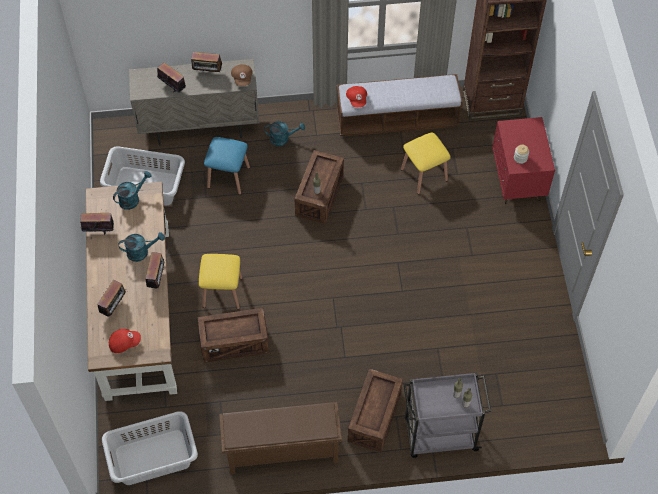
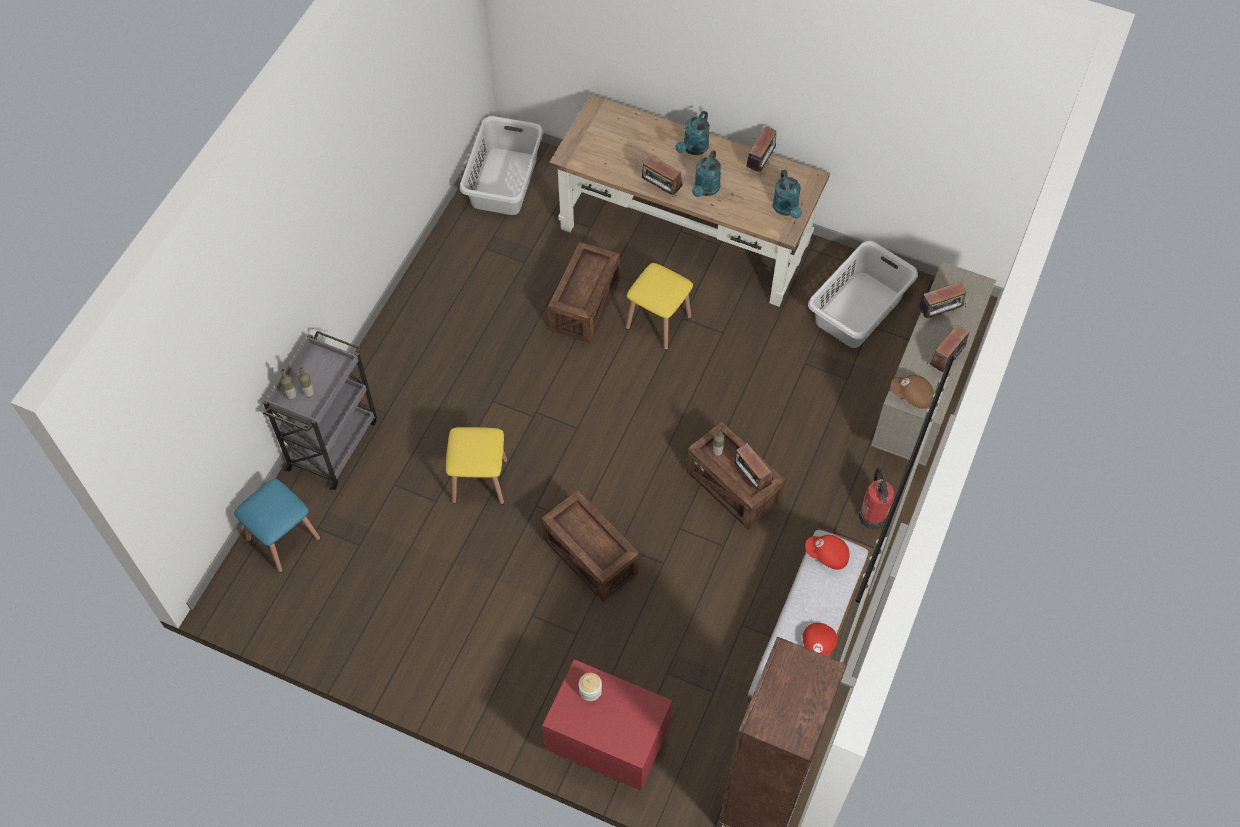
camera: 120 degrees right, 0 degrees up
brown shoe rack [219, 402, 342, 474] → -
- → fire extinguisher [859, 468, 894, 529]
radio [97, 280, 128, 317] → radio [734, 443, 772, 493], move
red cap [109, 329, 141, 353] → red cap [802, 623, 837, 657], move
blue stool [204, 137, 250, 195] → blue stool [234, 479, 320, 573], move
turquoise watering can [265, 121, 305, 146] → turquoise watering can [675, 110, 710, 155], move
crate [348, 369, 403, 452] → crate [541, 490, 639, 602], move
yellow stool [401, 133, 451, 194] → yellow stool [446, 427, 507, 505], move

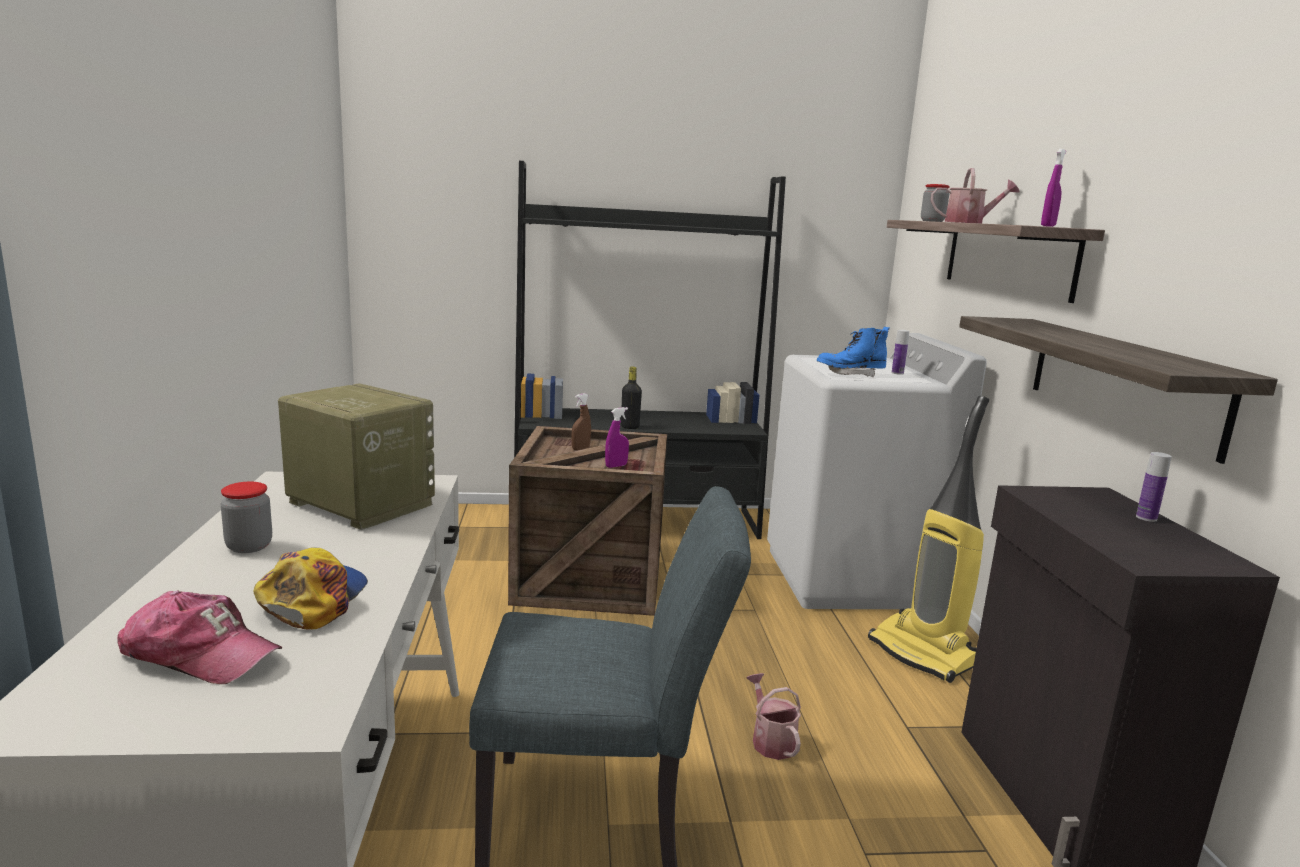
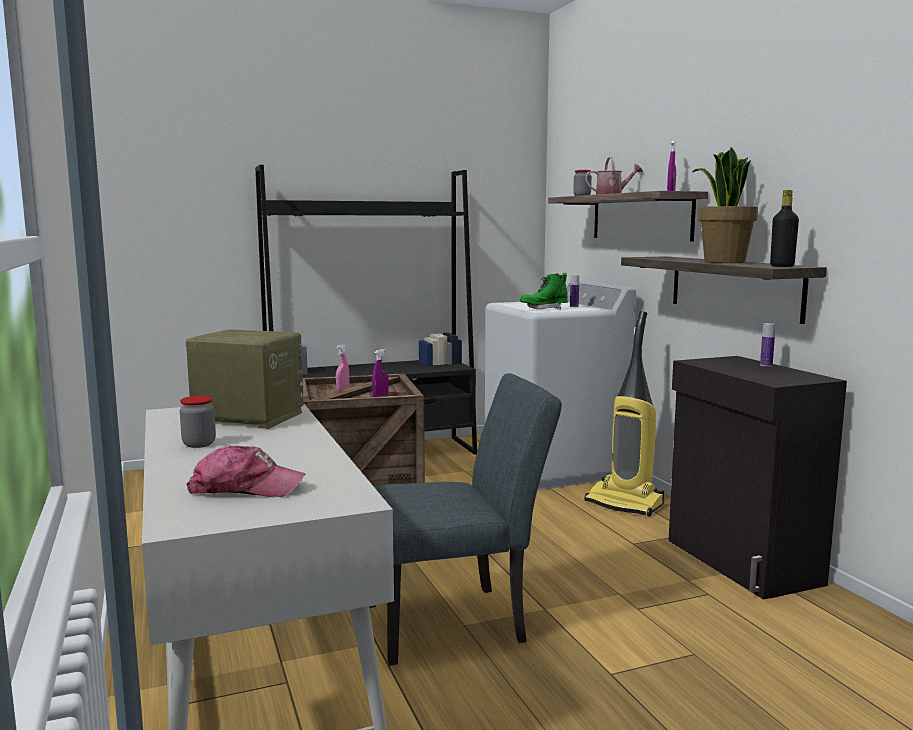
camera: 15 degrees left, 5 degrees down
cap [254, 547, 368, 630] → -
watering can [746, 673, 801, 760] → -
- → potted plant [692, 147, 758, 263]
black bottle [621, 366, 642, 429] → black bottle [770, 190, 799, 267], move
brown spray bottle [572, 393, 591, 450] → pink spray bottle [336, 344, 349, 391]
blue boot [817, 327, 890, 378] → green boot [520, 273, 568, 310]

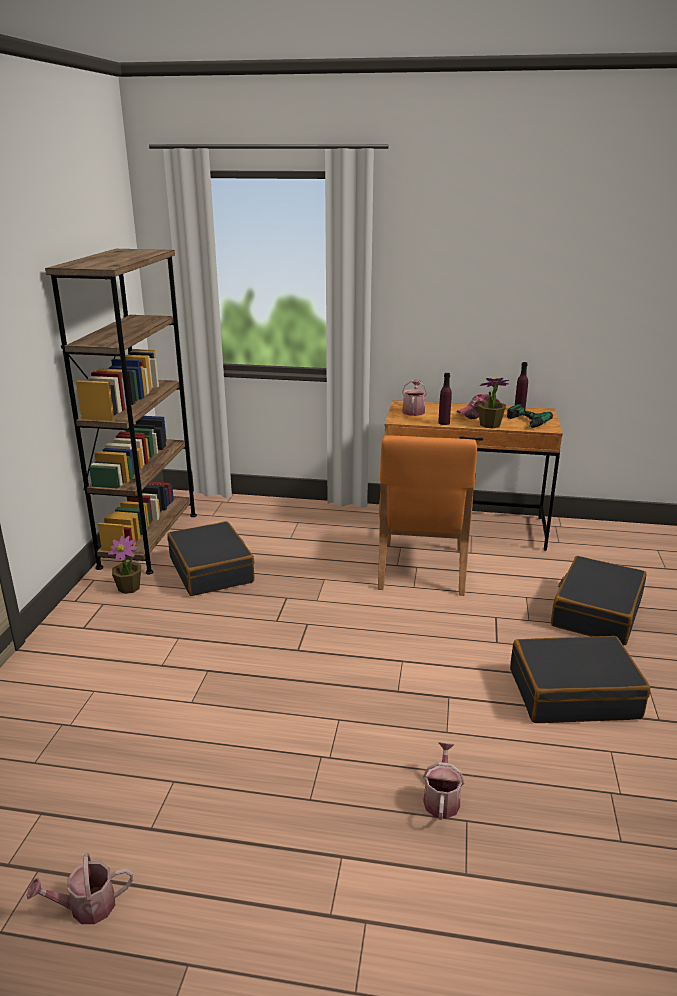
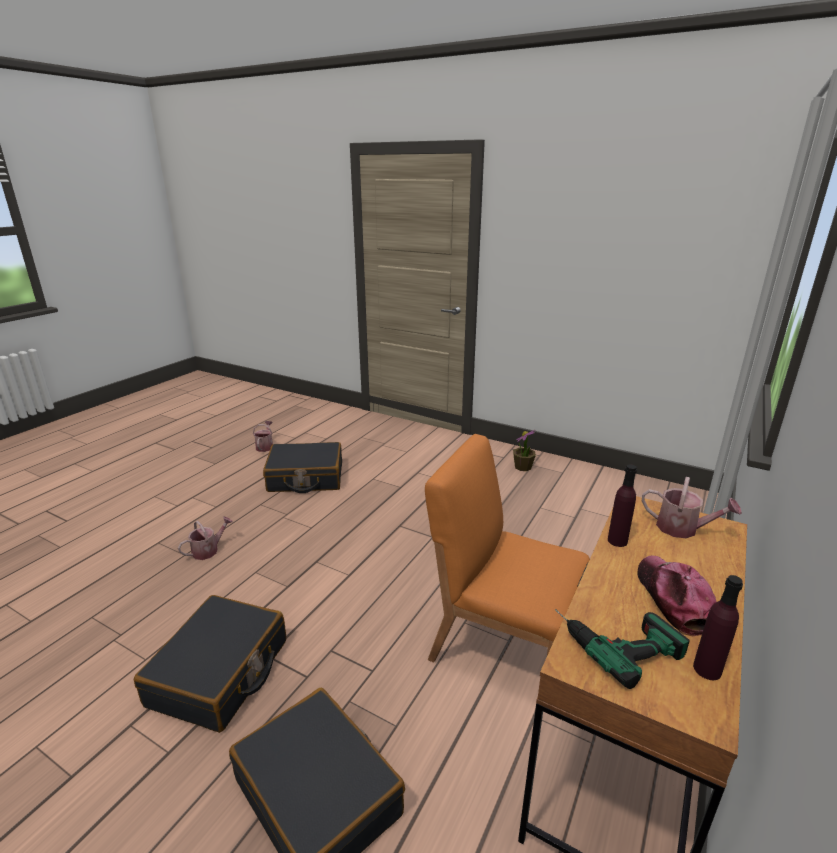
camera: 110 degrees right, 0 degrees up
brown bookcase [45, 249, 197, 575] → -
potted plant [478, 378, 509, 428] → -
black suitcase [167, 521, 255, 596] → black suitcase [263, 442, 342, 493], move
watering can [423, 742, 464, 820] → watering can [178, 517, 233, 560], 75 degrees counterclockwise

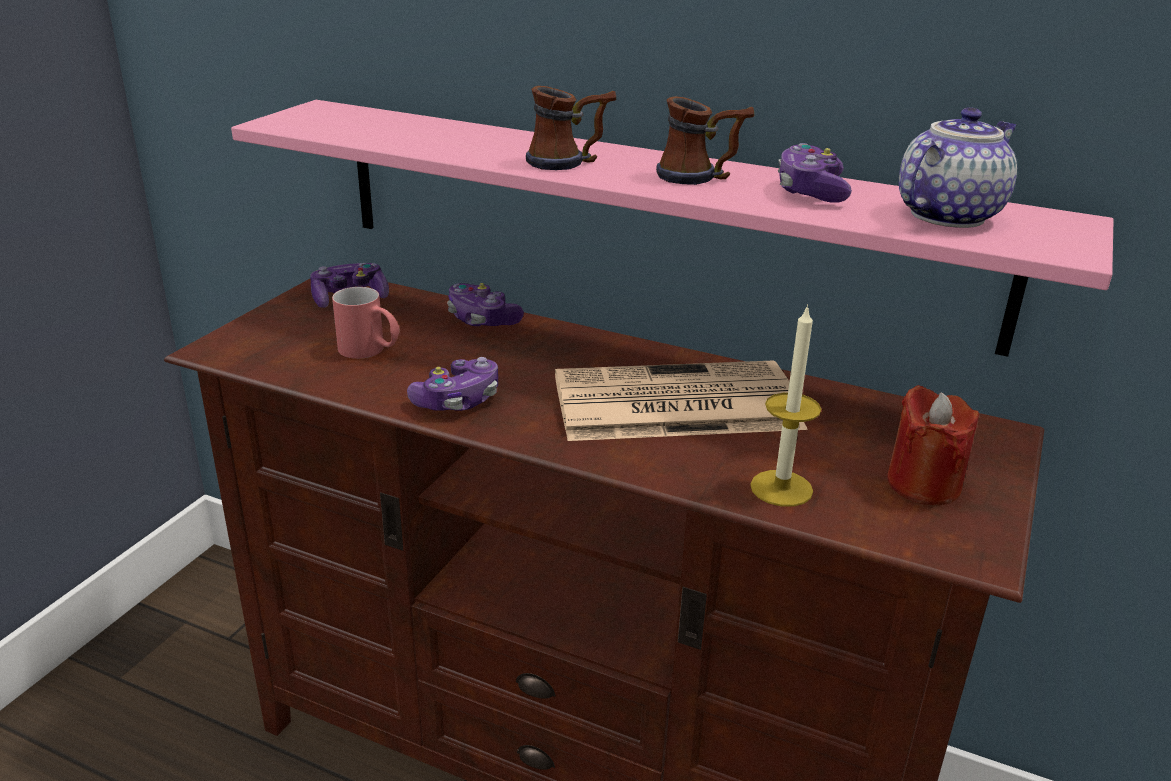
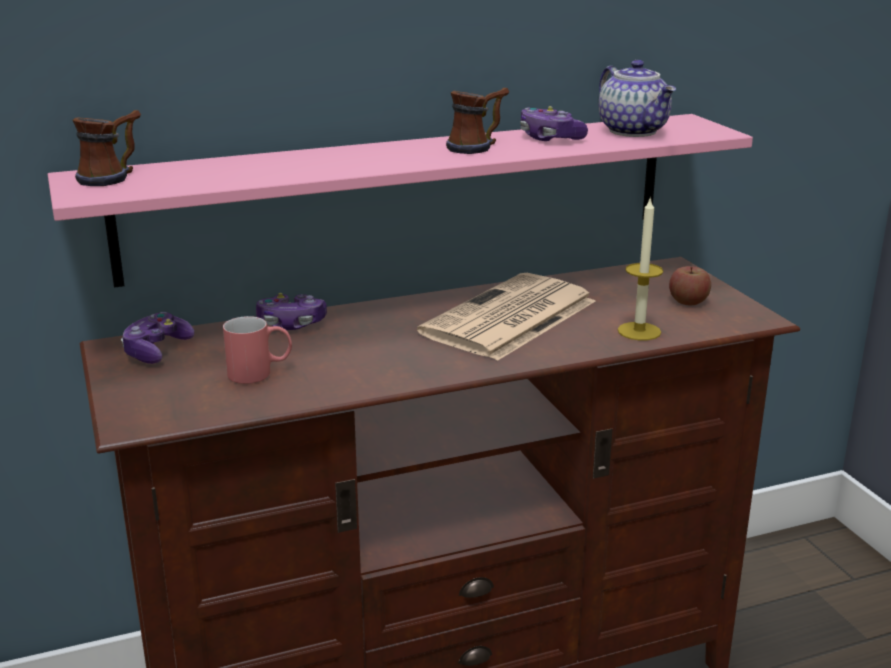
camera: 45 degrees left, 5 degrees down
game controller [407, 357, 498, 411] → -
mug [526, 86, 616, 170] → mug [72, 110, 141, 186], move
red candle [887, 385, 979, 505] → apple [669, 266, 711, 305]
teapot [899, 107, 1017, 228] → teapot [599, 60, 676, 137], 150 degrees clockwise

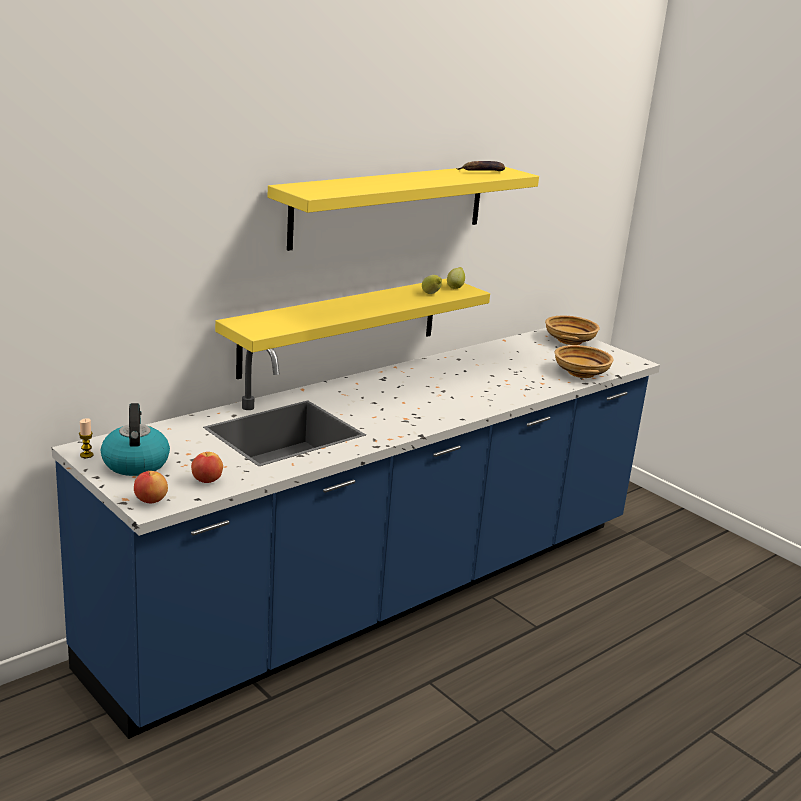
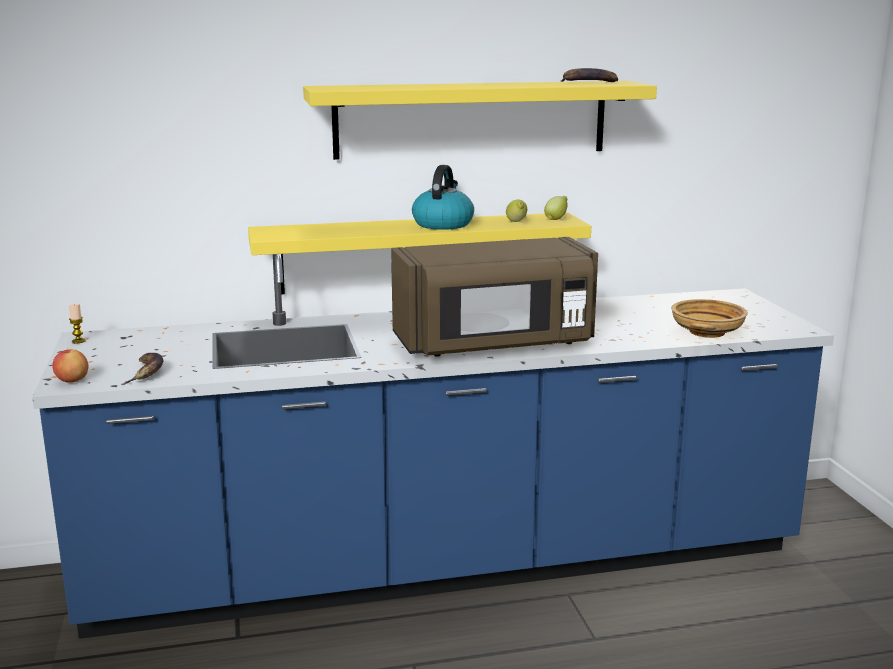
camera: 30 degrees right, 5 degrees down
beige bowl [545, 316, 600, 345] → -
- → brown microwave [391, 237, 598, 357]
kettle [101, 403, 170, 476] → kettle [412, 165, 474, 230], move
apple [191, 452, 223, 483] → banana [122, 353, 163, 385]

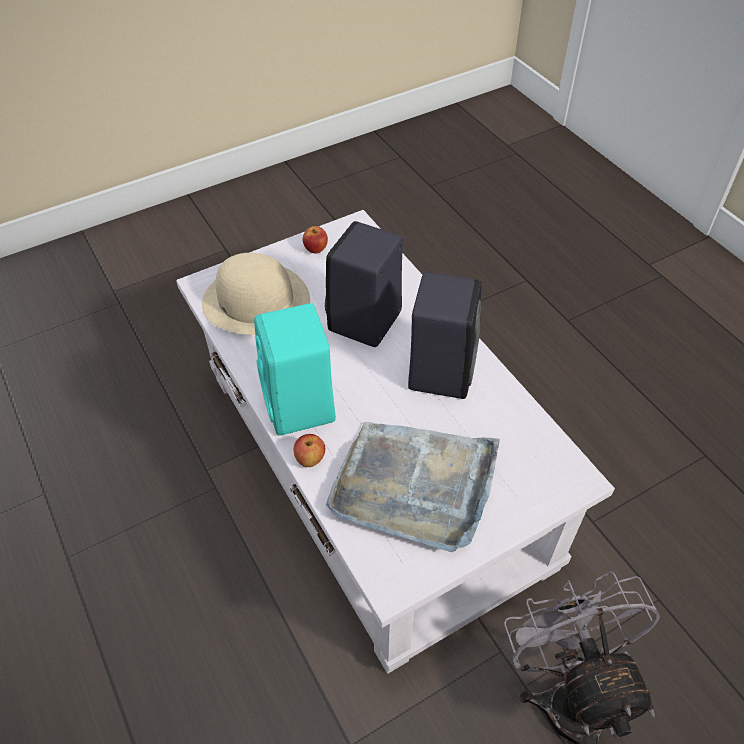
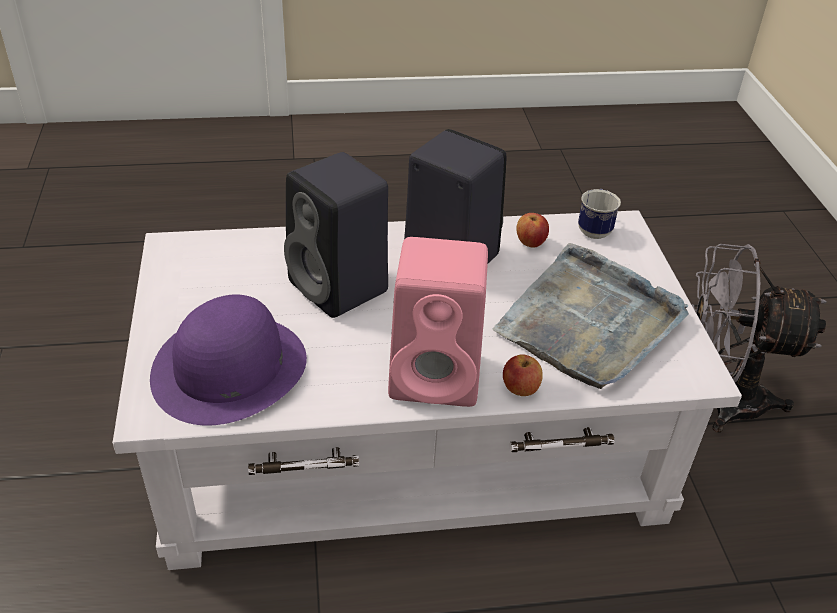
camera: 70 degrees left, 10 degrees down
- → mug [578, 189, 621, 239]
apple [303, 226, 328, 253] → apple [516, 213, 549, 248], move
beige hat [202, 253, 310, 335] → purple hat [150, 294, 307, 426]
turquoise speaker [254, 303, 336, 436] → pink speaker [388, 237, 488, 407]

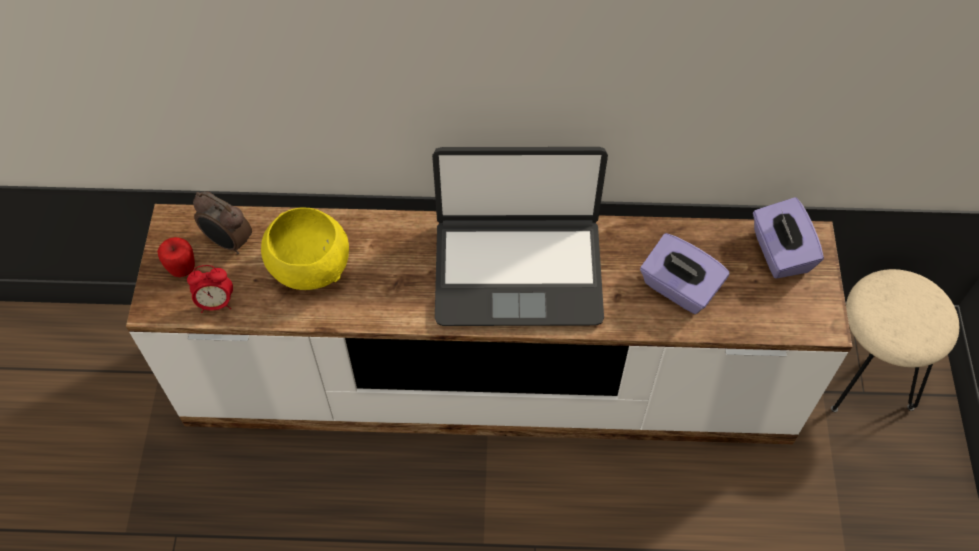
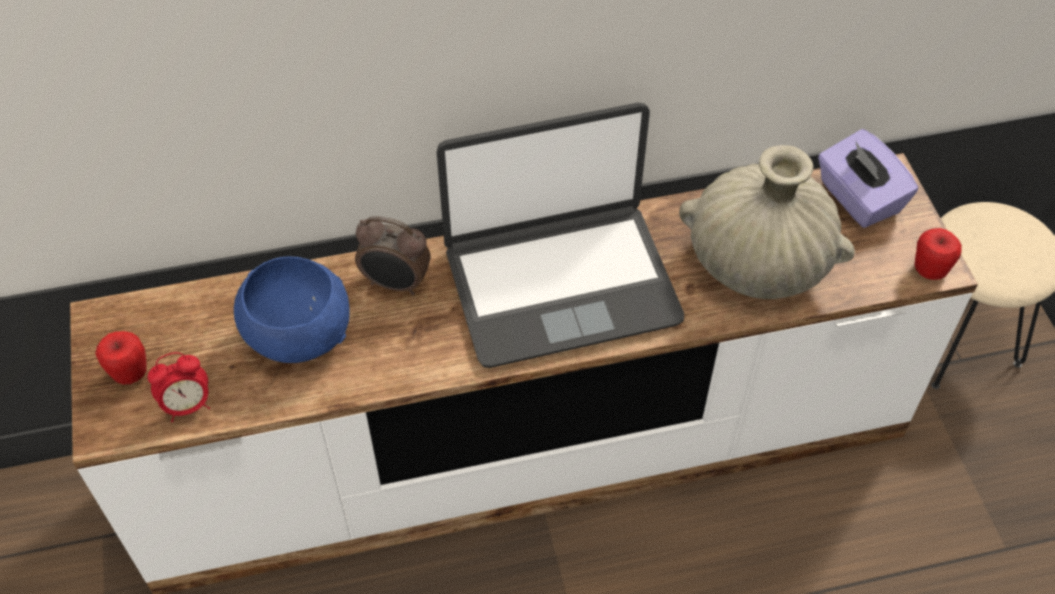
camera: 15 degrees left, 5 degrees down
- → apple [915, 228, 962, 280]
alarm clock [193, 191, 252, 254] → alarm clock [355, 216, 431, 295], move
purple tissue box [640, 233, 729, 314] → beige vase [679, 145, 855, 299]
yellow bowl [261, 207, 349, 290] → blue bowl [234, 256, 349, 363]

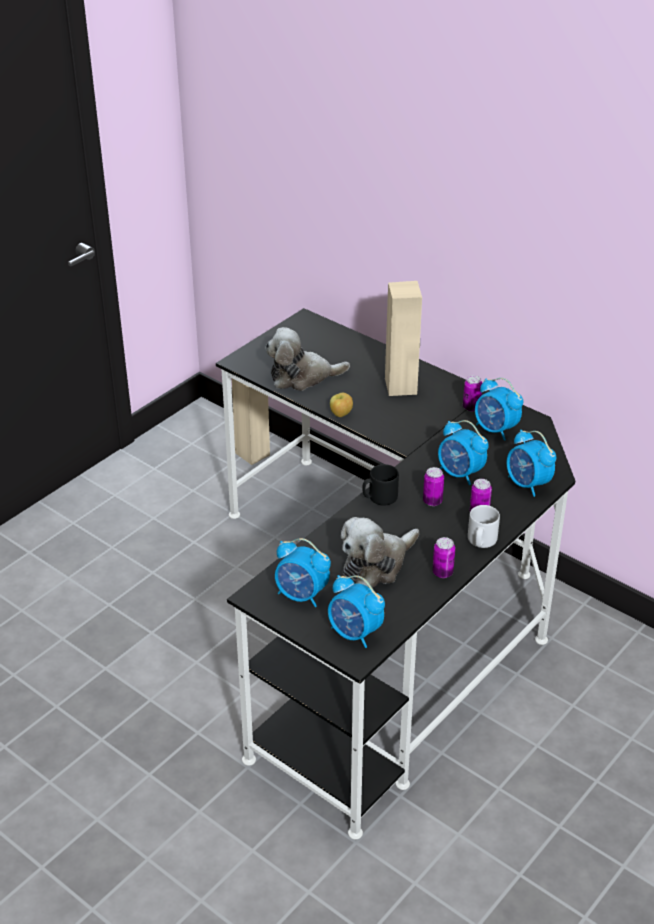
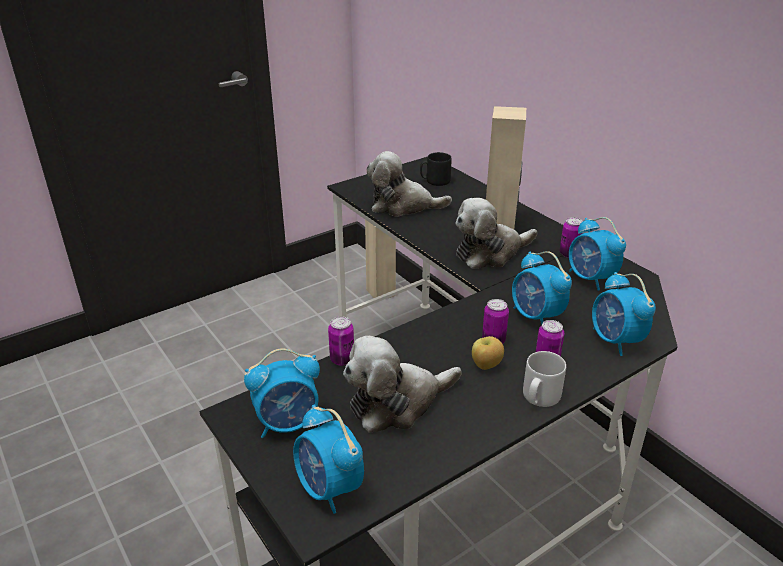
camera: 15 degrees right, 5 degrees down
- → plush toy [455, 198, 537, 269]
apple [330, 393, 353, 417] → apple [472, 336, 504, 370], move
black mug [362, 464, 399, 506] → black mug [420, 152, 452, 186], move
can [432, 537, 455, 578] → can [328, 316, 354, 366], move
alarm clock [275, 538, 331, 607] → alarm clock [244, 348, 320, 438], 60 degrees counterclockwise

